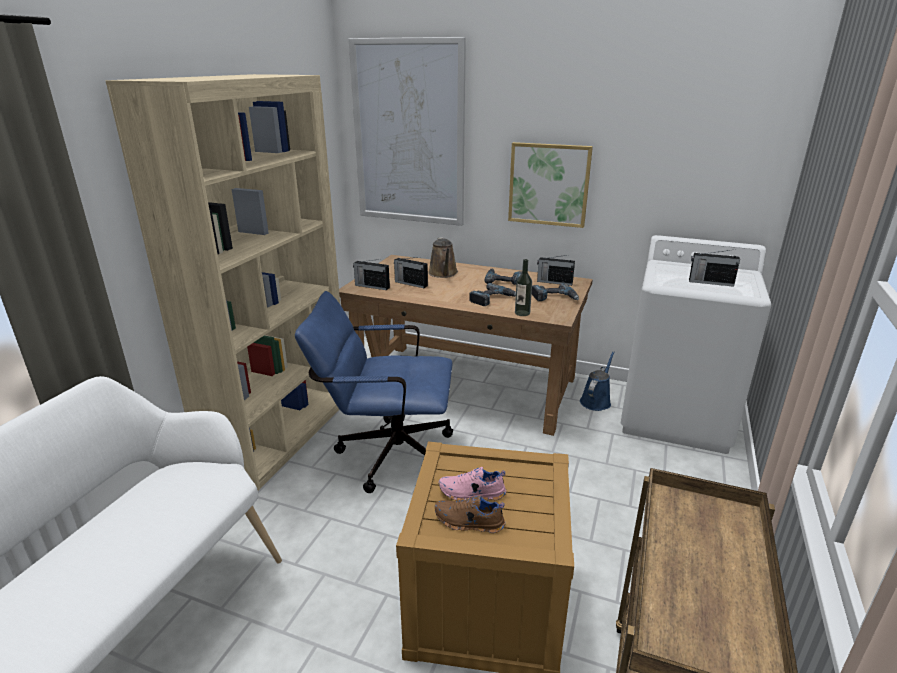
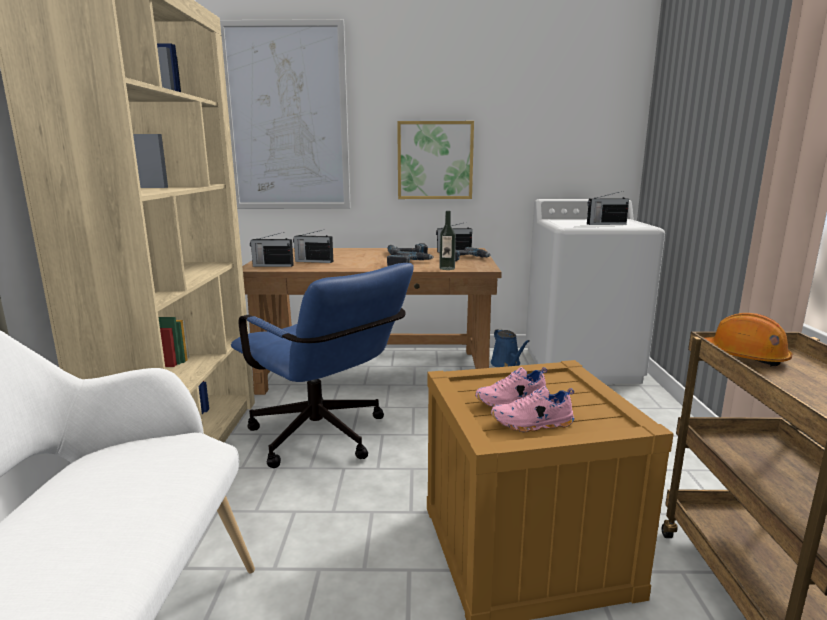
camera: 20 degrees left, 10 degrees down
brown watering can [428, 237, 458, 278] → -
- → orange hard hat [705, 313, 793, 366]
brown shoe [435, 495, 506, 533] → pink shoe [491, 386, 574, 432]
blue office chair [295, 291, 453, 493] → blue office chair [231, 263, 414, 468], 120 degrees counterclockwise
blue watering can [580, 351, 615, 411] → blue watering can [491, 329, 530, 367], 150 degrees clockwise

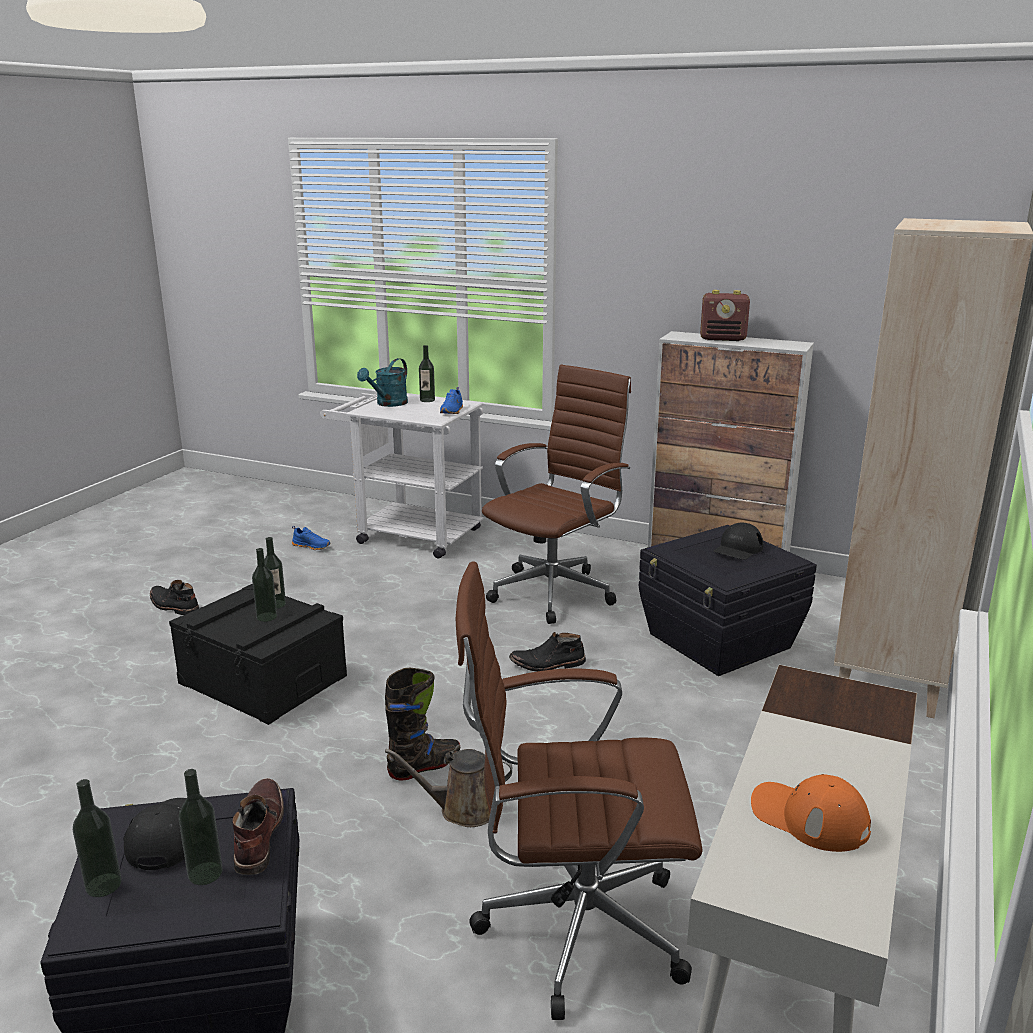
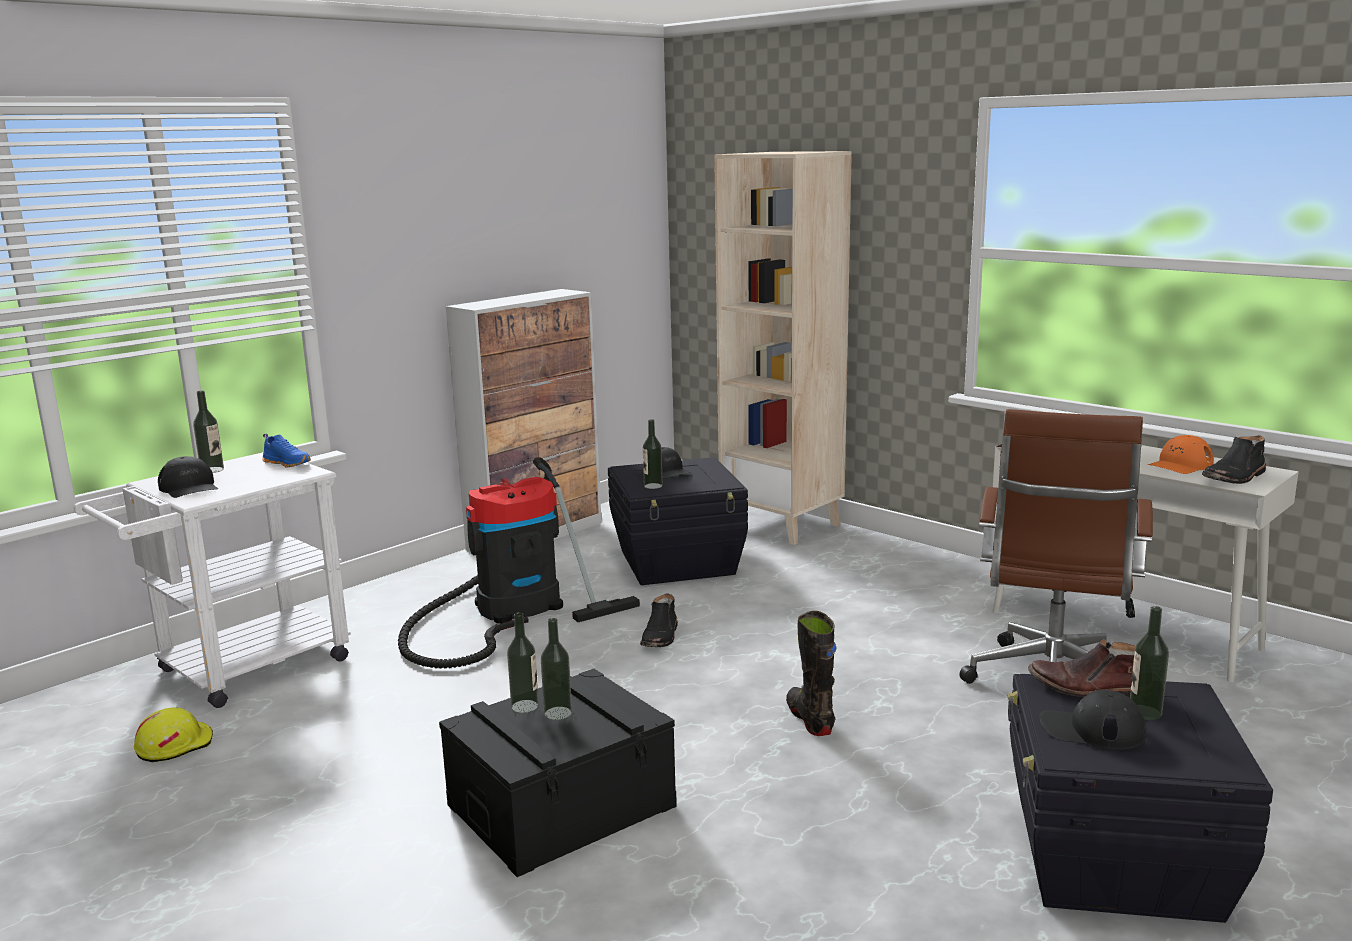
camera: 70 degrees left, 5 degrees down
brown watering can [385, 749, 512, 827] → -
radio [700, 290, 750, 341] → -
bottle [73, 779, 122, 897] → bottle [643, 419, 663, 489], move
black boot [150, 580, 199, 615] → black boot [1202, 435, 1266, 484], move
blue shoe [292, 526, 330, 550] → yellow hard hat [134, 708, 213, 762]
turquoise watering can [357, 358, 408, 407] → black cap [158, 456, 218, 498]
brown office chair [482, 365, 631, 624] → vacuum cleaner [398, 457, 640, 669]

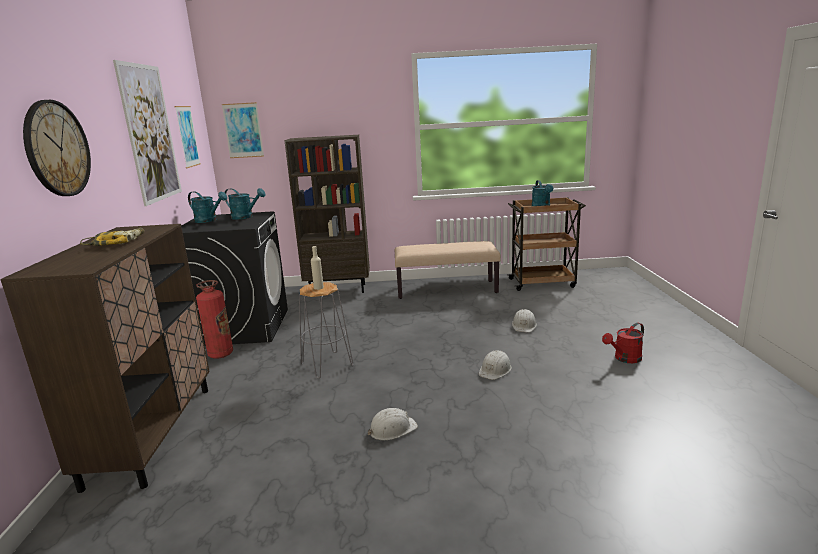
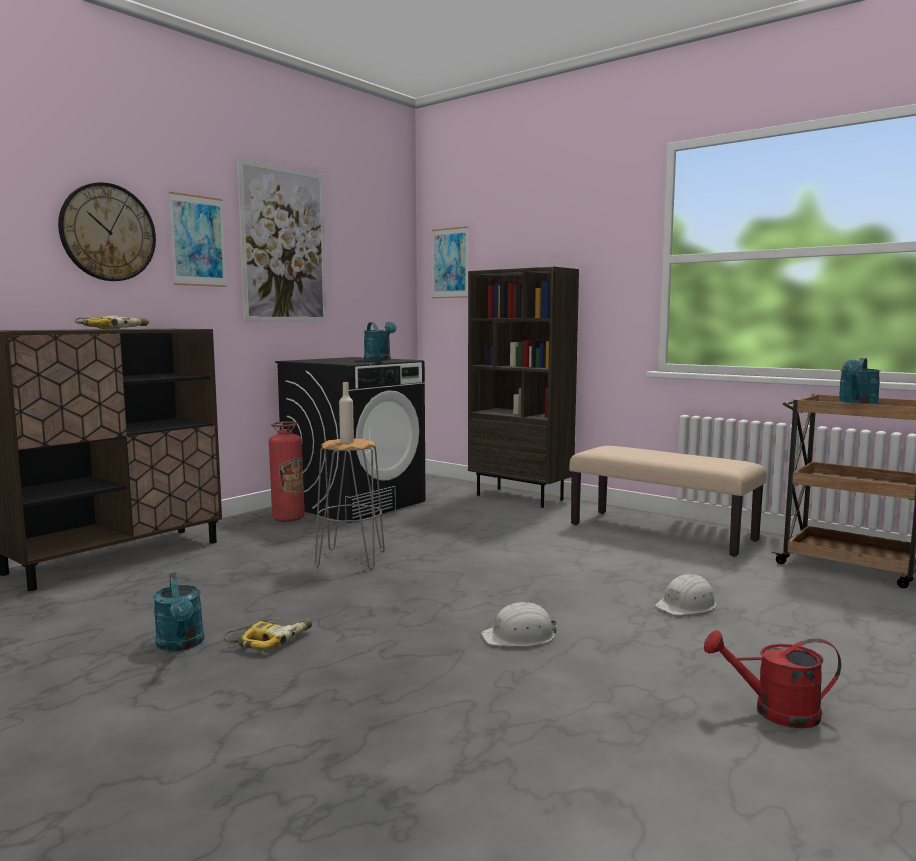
camera: 40 degrees right, 10 degrees down
picture [174, 106, 201, 168] → picture [169, 192, 227, 287], move
turquoise watering can [188, 191, 227, 223] → turquoise watering can [153, 573, 204, 651], move
white hard hat [367, 408, 418, 440] → power drill [224, 618, 312, 649]

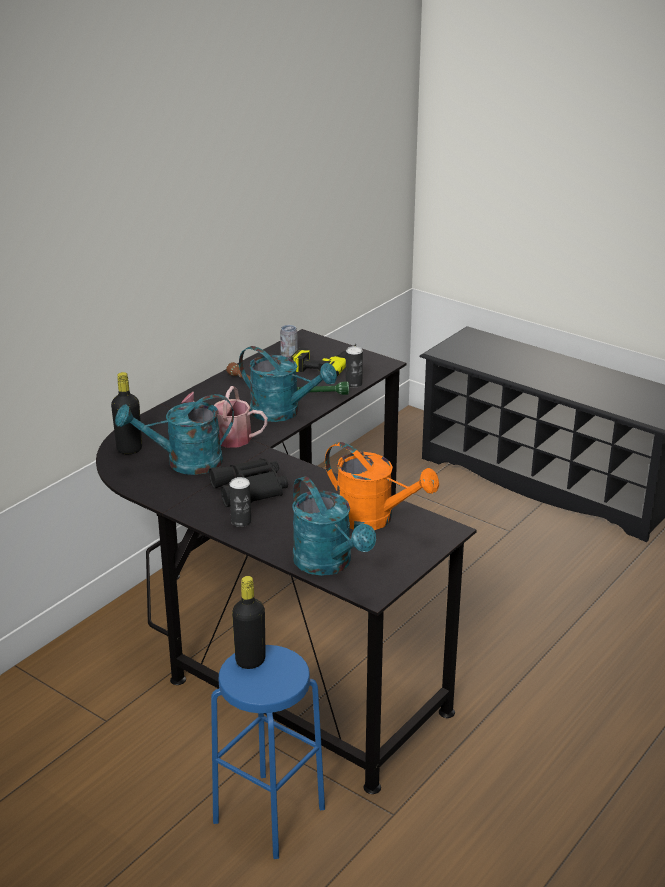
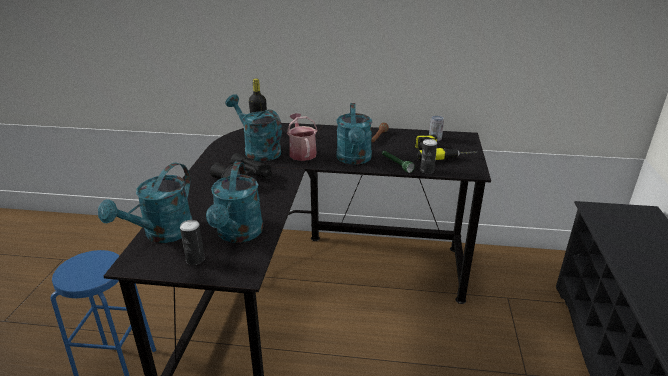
camera: 60 degrees right, 0 degrees up
black bottle [232, 576, 266, 669] → -
can [229, 477, 251, 527] → can [180, 220, 205, 265], move
orange watering can [325, 442, 439, 530] → turquoise watering can [206, 162, 263, 243]

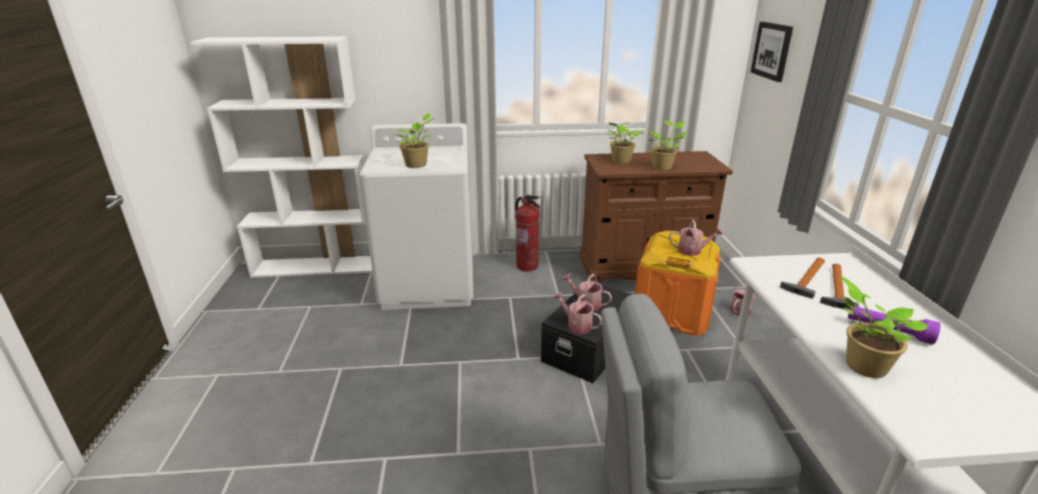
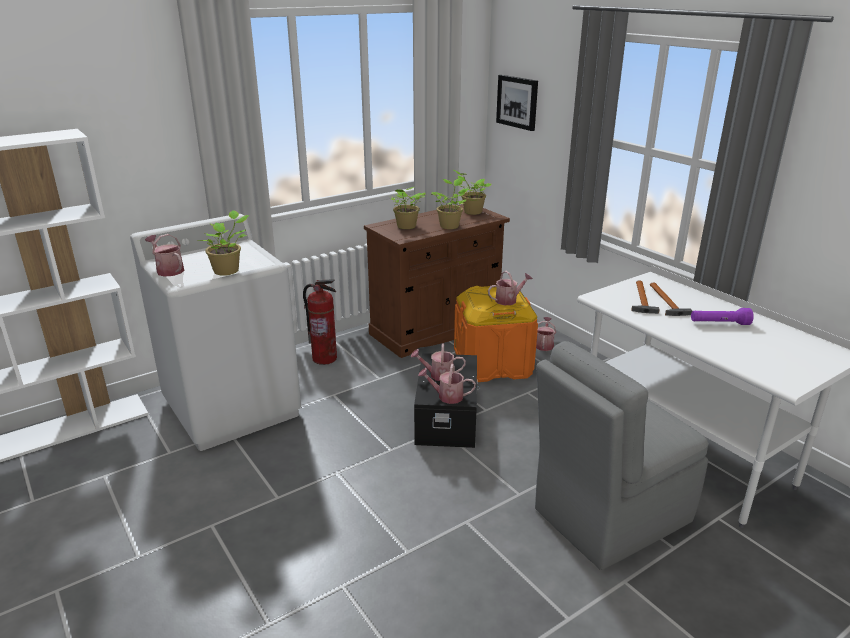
camera: 30 degrees left, 0 degrees up
- → watering can [145, 234, 184, 277]
potted plant [841, 277, 929, 378] → potted plant [454, 170, 491, 215], move

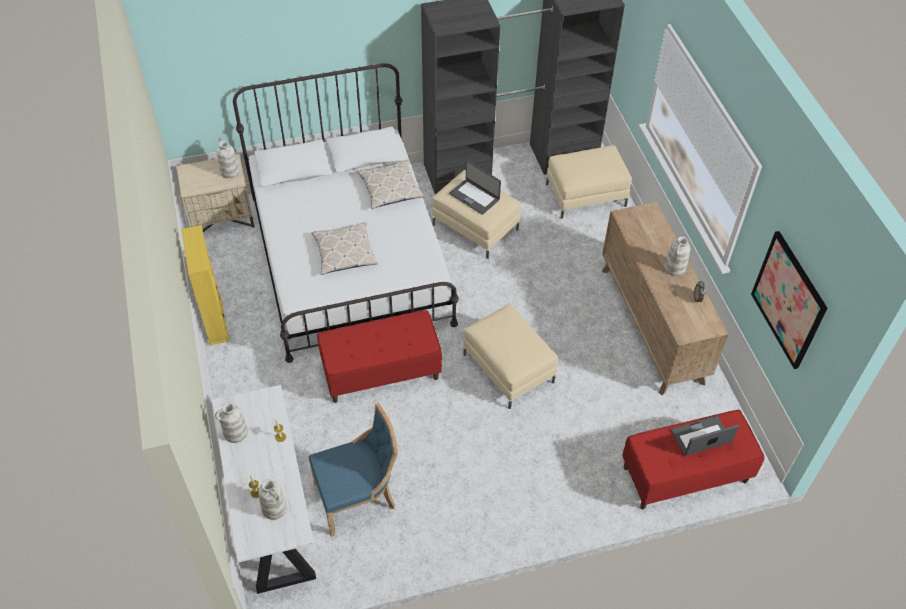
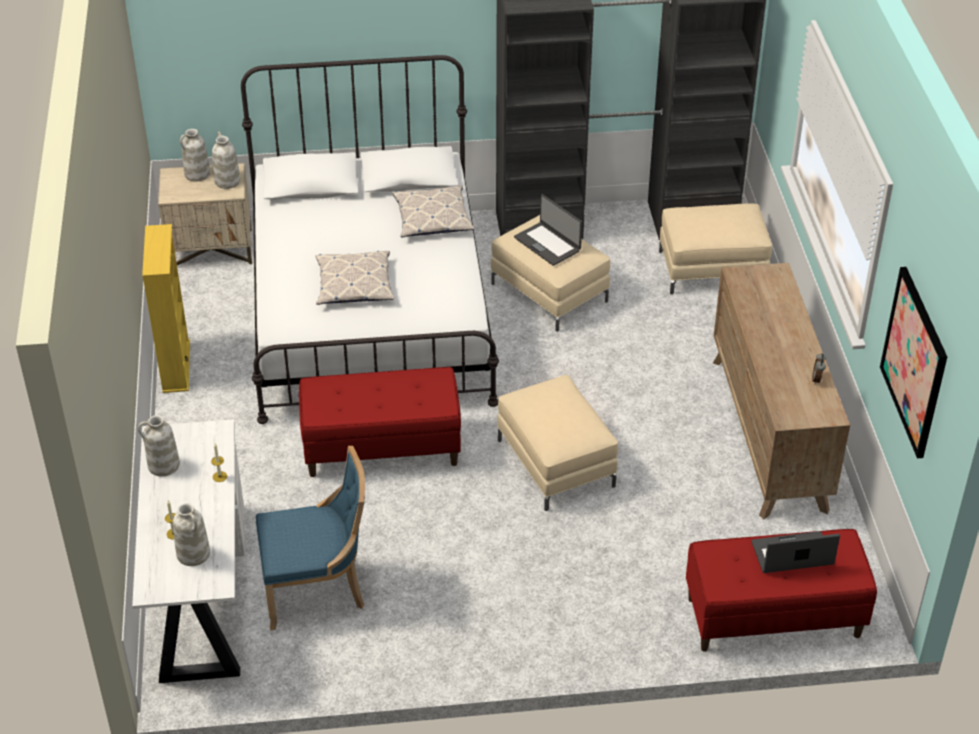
camera: 10 degrees right, 10 degrees down
white vase [664, 237, 690, 276] → white vase [180, 129, 210, 182], move

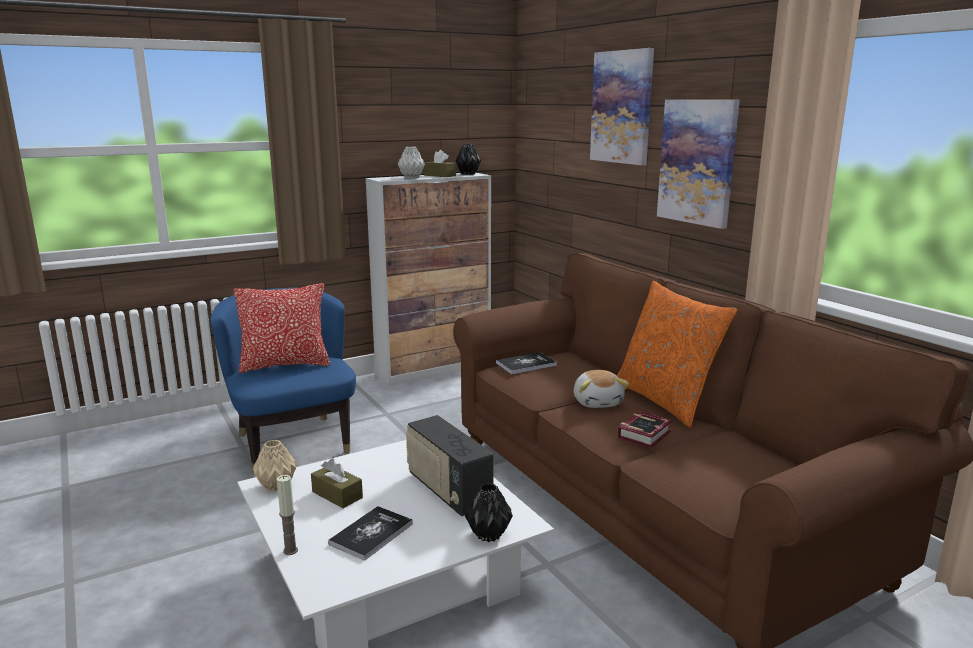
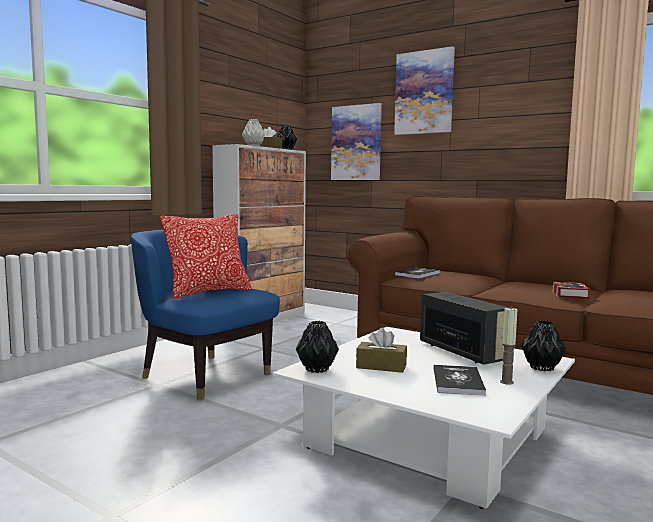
camera: 25 degrees left, 10 degrees down
plush toy [574, 370, 629, 408] → -
orange pillow [617, 281, 737, 428] → -
candle [277, 475, 298, 555] → candle [500, 307, 518, 385], move
picture [657, 100, 740, 229] → picture [331, 103, 382, 180], move
beige vase [253, 440, 297, 492] → black vase [296, 321, 339, 373]
radio [406, 415, 494, 516] → radio [420, 292, 509, 365], 150 degrees counterclockwise

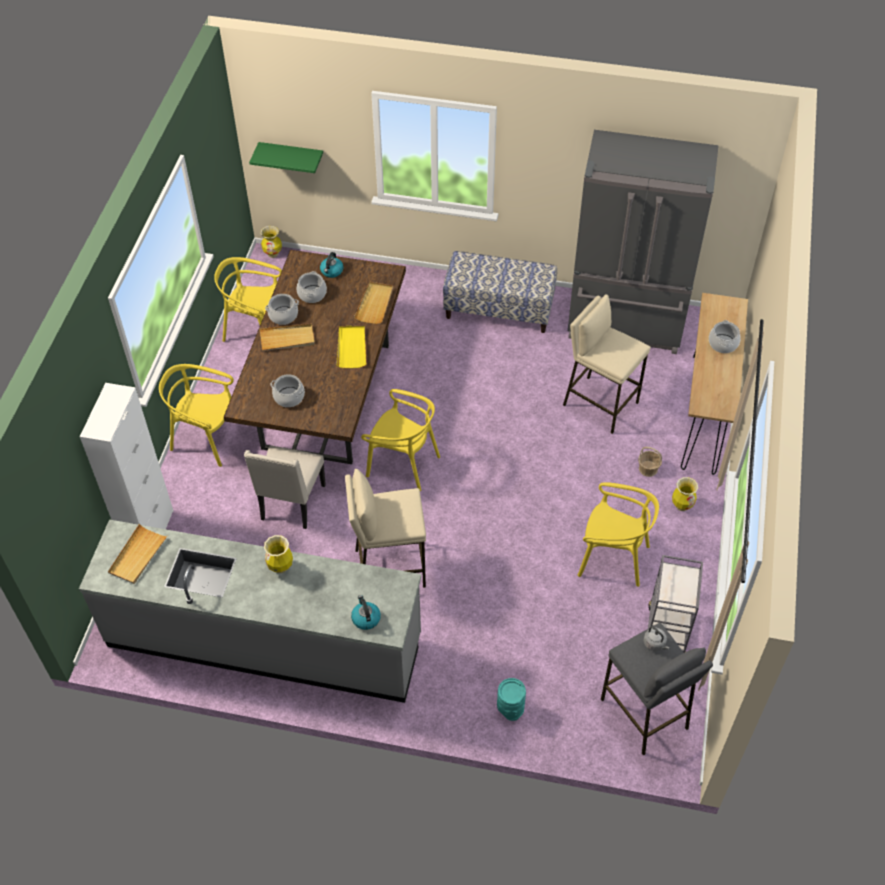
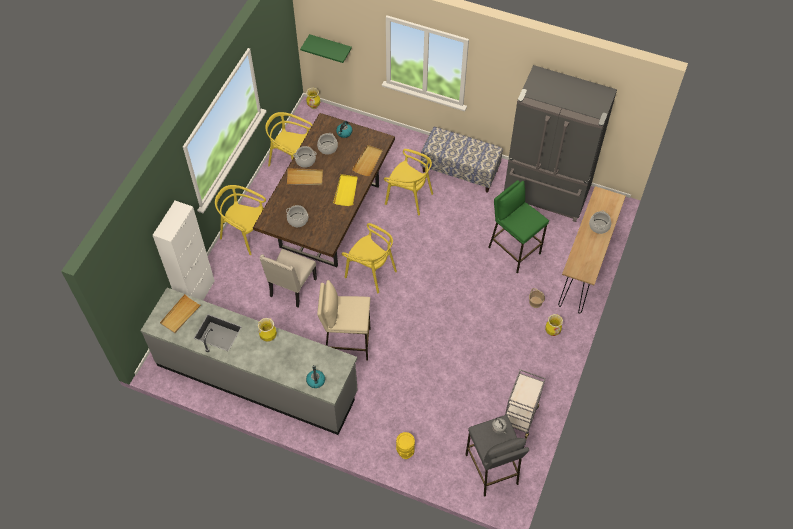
camera: 10 degrees right, 5 degrees up
yellow chair [577, 482, 659, 587] → yellow chair [384, 149, 433, 216], move
turquoise vase [497, 678, 526, 721] → yellow vase [396, 432, 415, 459]
beige stool [563, 294, 651, 434] → green stool [488, 180, 549, 273]

